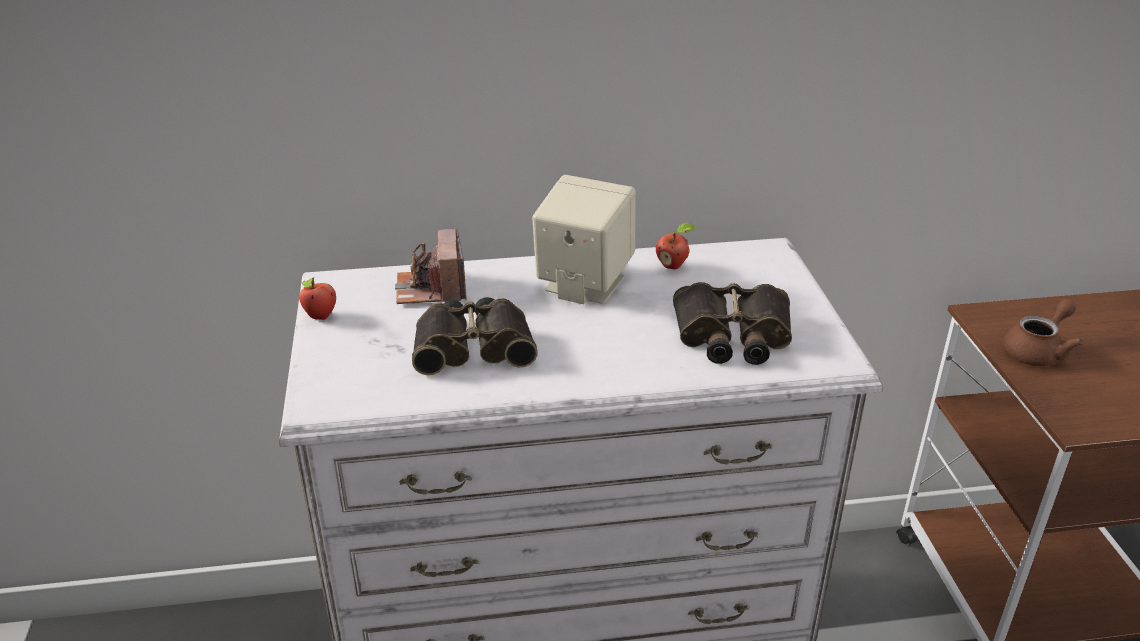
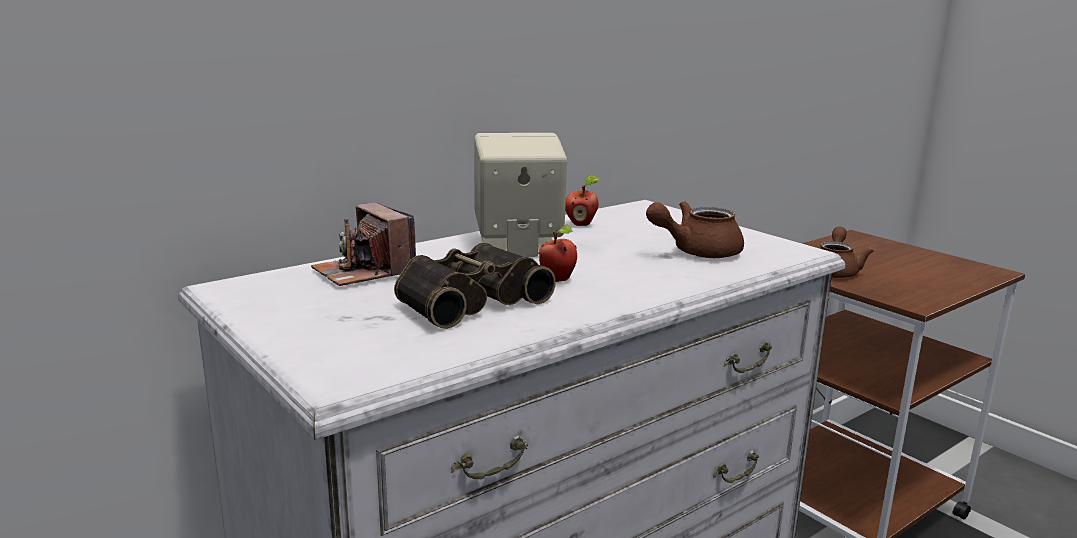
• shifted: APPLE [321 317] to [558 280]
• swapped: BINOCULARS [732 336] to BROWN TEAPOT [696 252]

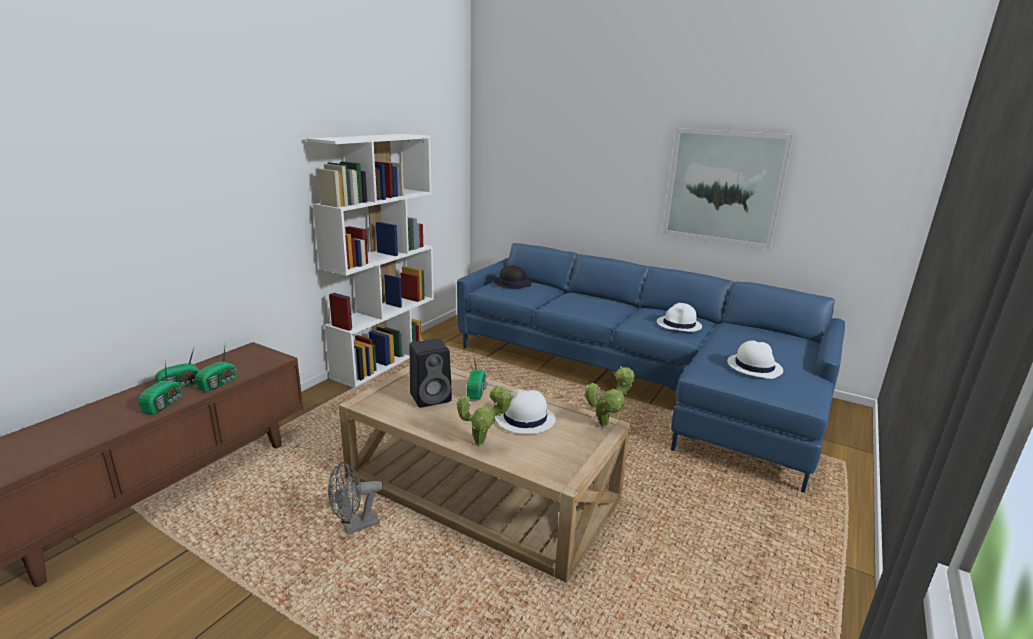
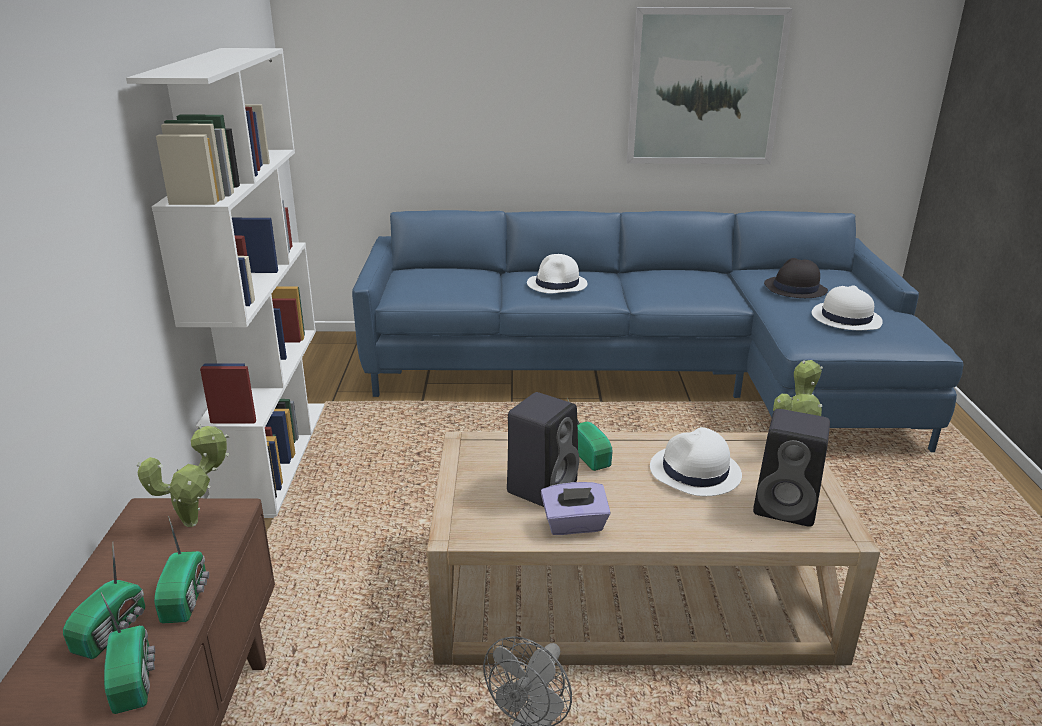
• shifted: BLACK HAT [512 283] to [794 288]
• shifted: WHITE HAT [679 325] to [557 284]
• shifted: POTTED PLANT [483 443] to [196 521]
• new: BLACK SPEAKER [787 507]
• new: PURPLE TISSUE BOX [574 525]

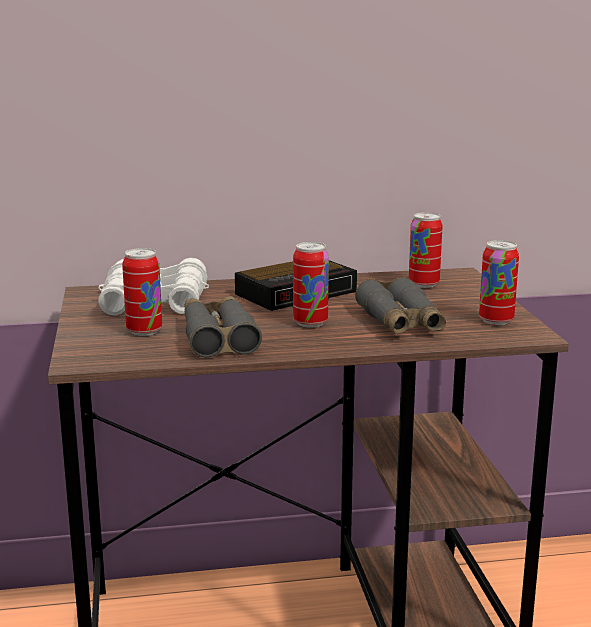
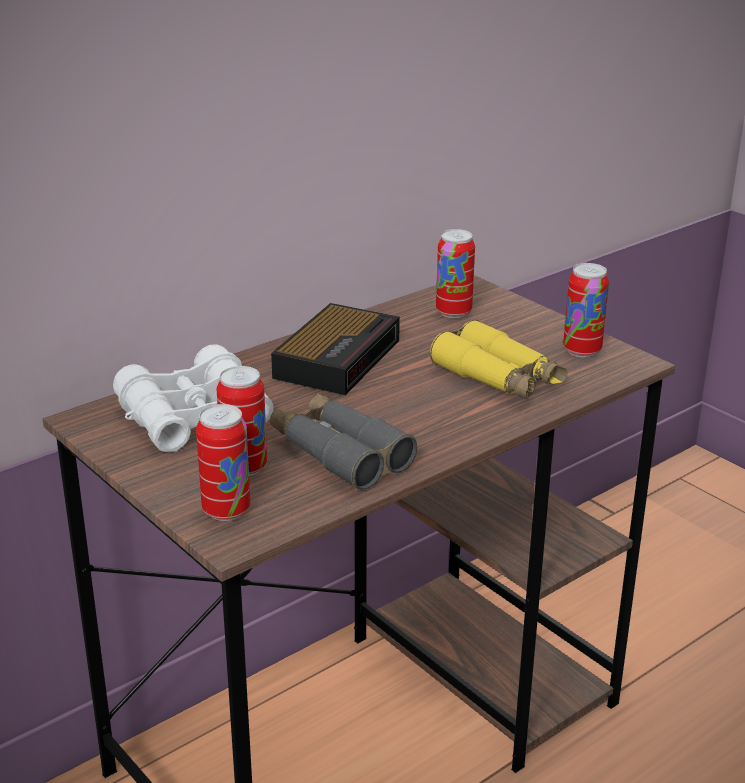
• shifted: CAN [310 323] to [226 510]
• repainted: GREY BINOCULARS [401 323] to YELLOW BINOCULARS [498 378]

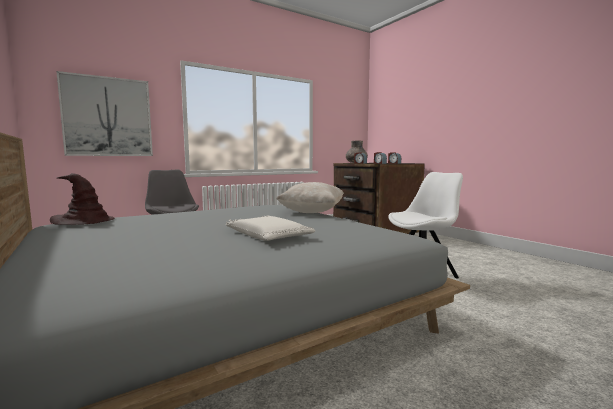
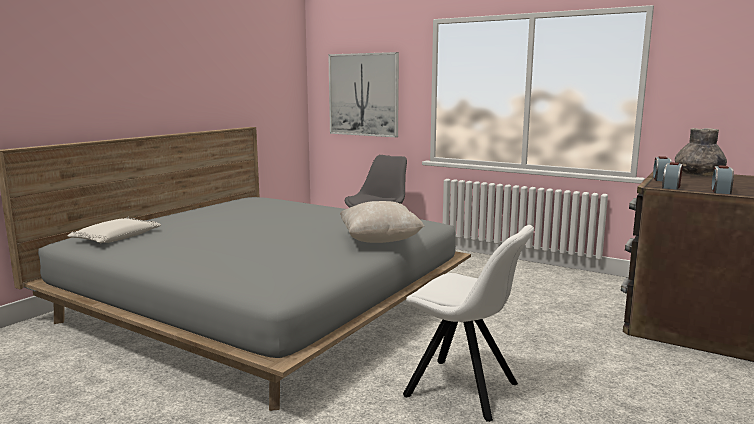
• gone: BROWN HAT [84 221]
• shifted: WHITE PILLOW [268 234] to [116 236]

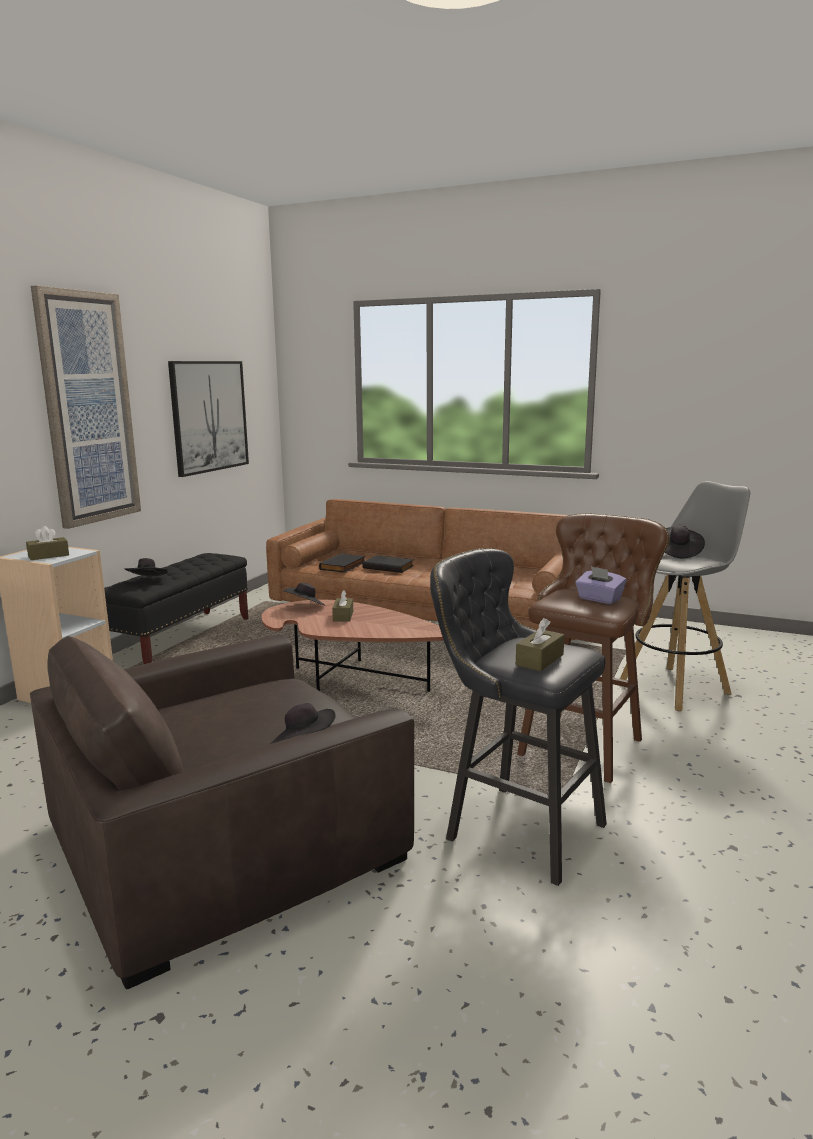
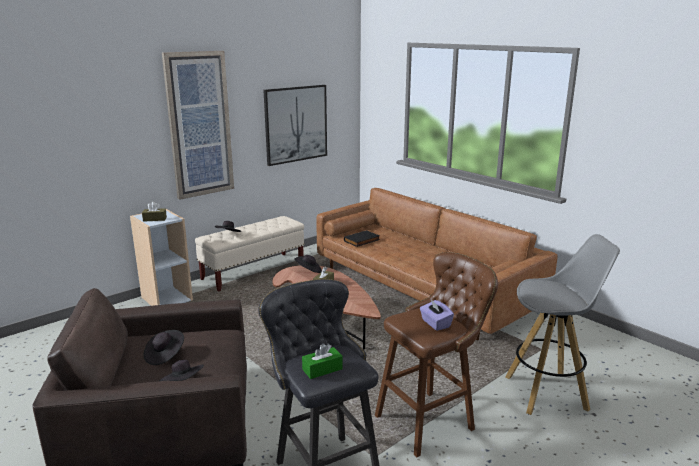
• shifted: BLACK HAT [677 553] to [164 355]
• repainted: BLACK BENCH [181 639] to BEIGE BENCH [254 272]
• gone: BLACK BOOK [389 567]
• repainted: BROWN TISSUE BOX [539 660] to GREEN TISSUE BOX [322 369]

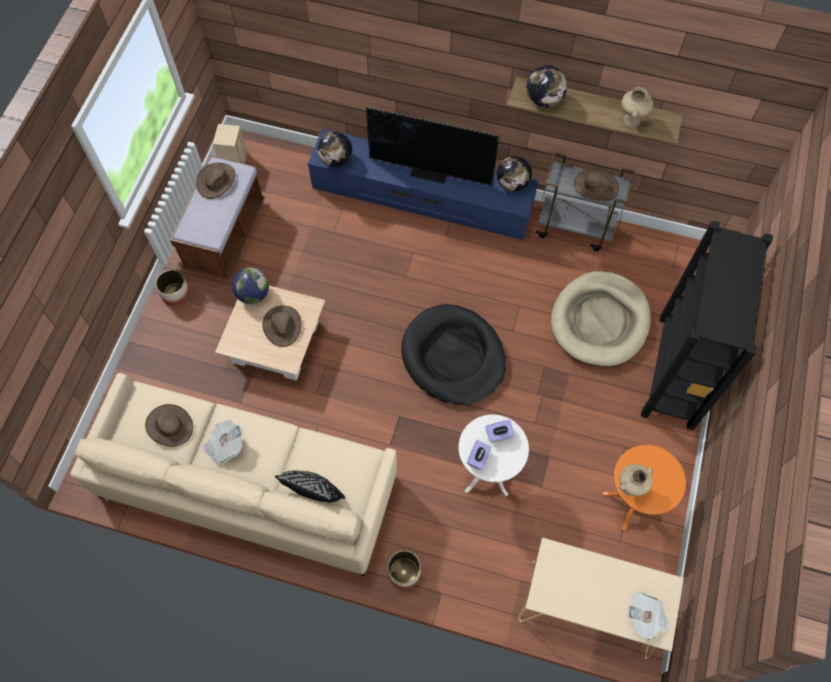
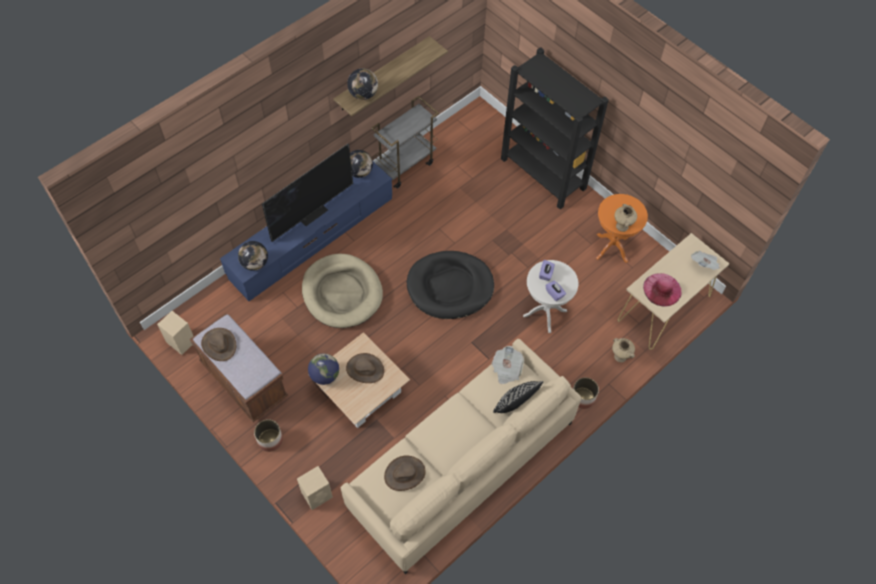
• shifted: BEIGE VASE [631 119] to [619 356]
• gone: BROWN HAT [596 187]
• shifted: BEIGE DOG BED [599 321] to [342 293]
• shifted: NEWSPAPER [224 446] to [506 369]
• new: PINK HAT [662 289]
• new: BEIGE SPEAKER [317 494]

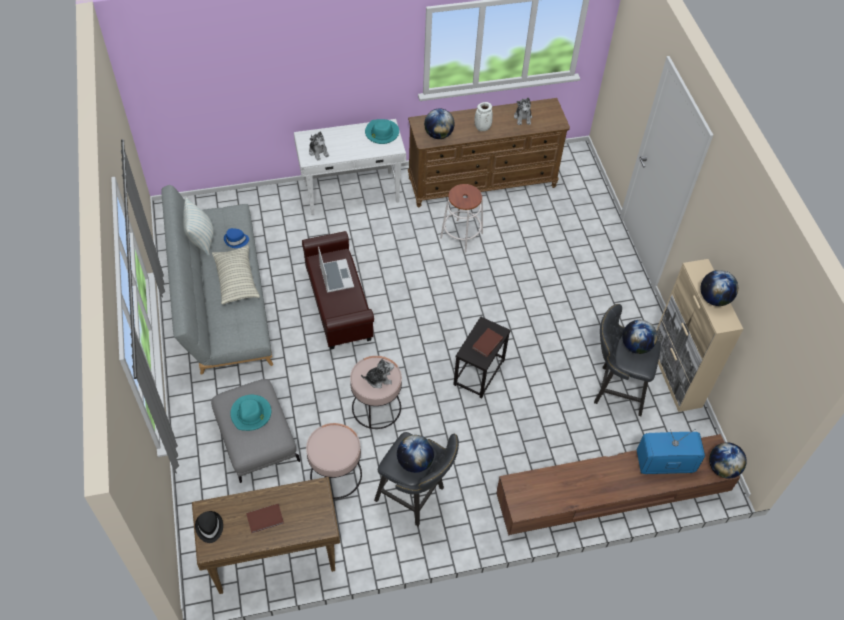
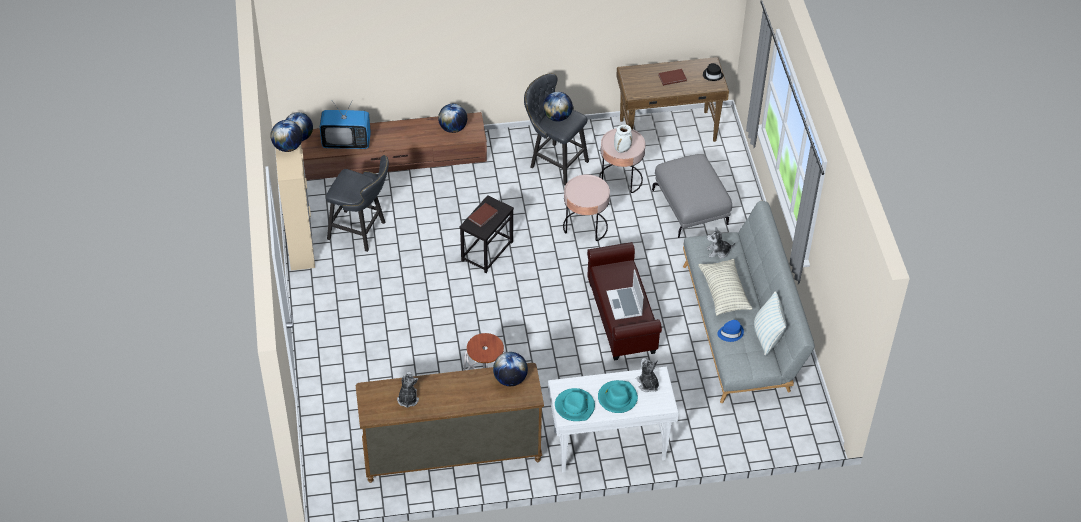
• shifted: WHITE VASE [482 128] to [622 149]
• shifted: GLOBE [636 346] to [453 128]
• shifted: PLUSH TOY [378 379] to [718 251]
• shifted: TURQUOISE HAT [251 414] to [617 398]

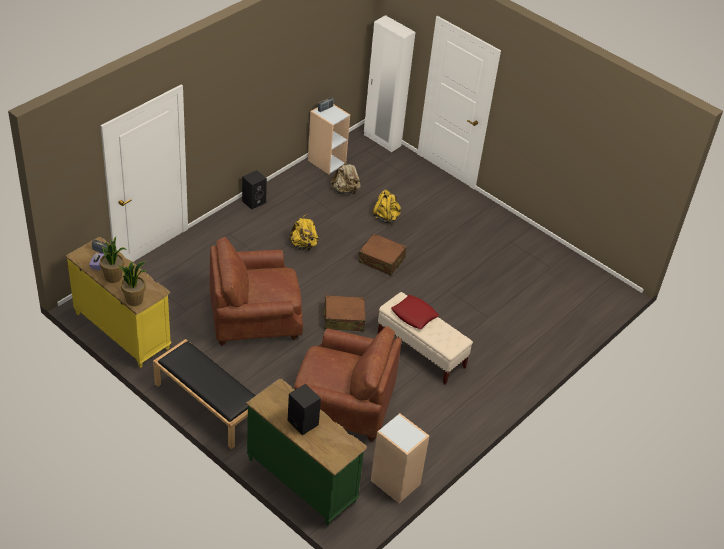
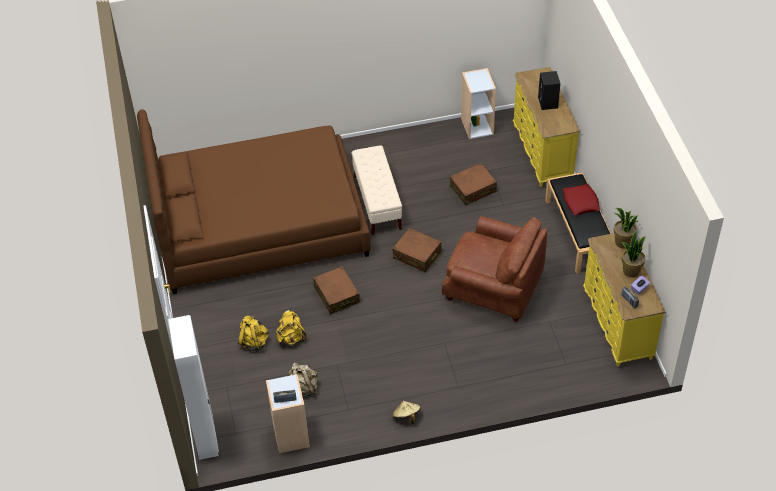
• swapped: BLACK SPEAKER [254 201] to BEIGE HAT [406 416]
• shifted: YELLOW BACKPACK [303 245] to [254 342]
• shifted: RED PILLOW [414 315] to [580 202]
• swapped: BROWN ARMCHAIR [343 405] to BROWN SUITCASE [473 189]
• repainted: GREEN DRESSER [301 480] to YELLOW DRESSER [542 153]
• new: BROWN BED [259 224]

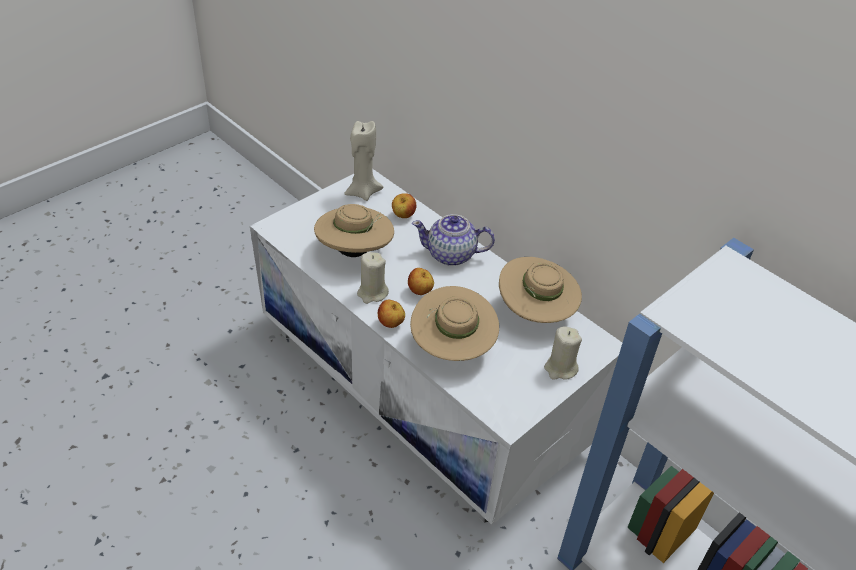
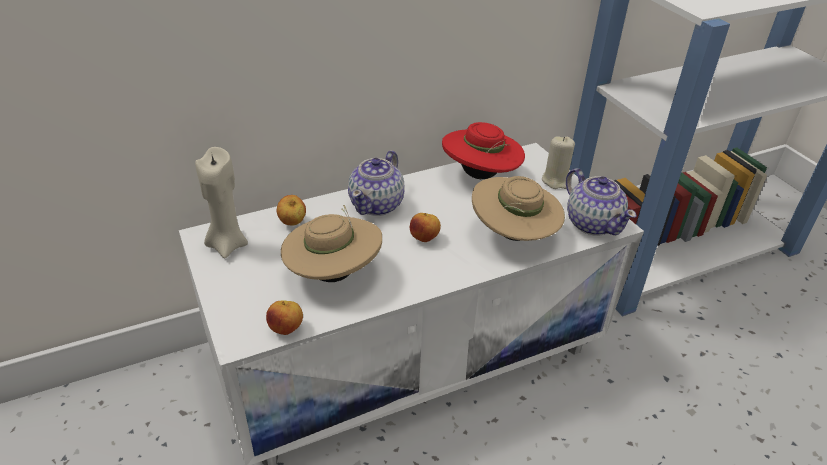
• gone: BEIGE CANDLE [372 293]
• repainted: BEIGE HAT [535 312] to RED HAT [480 175]
• shifted: APPLE [391 324] to [286 329]
• new: TEAPOT [593 223]

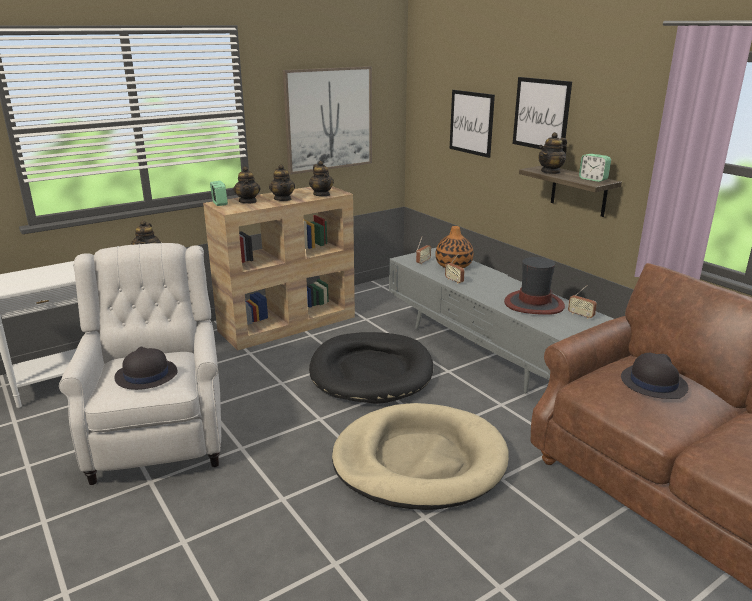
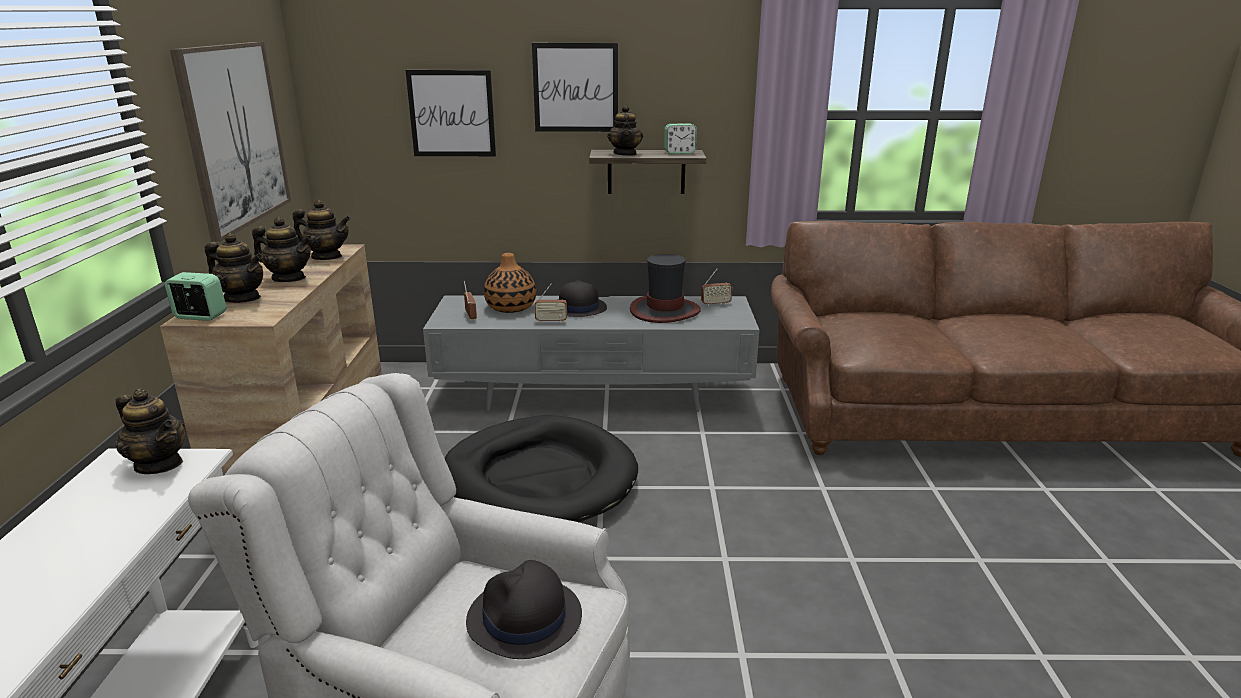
• shifted: BLACK HAT [653 383] to [578 308]
• gone: BEIGE DOG BED [419 461]

